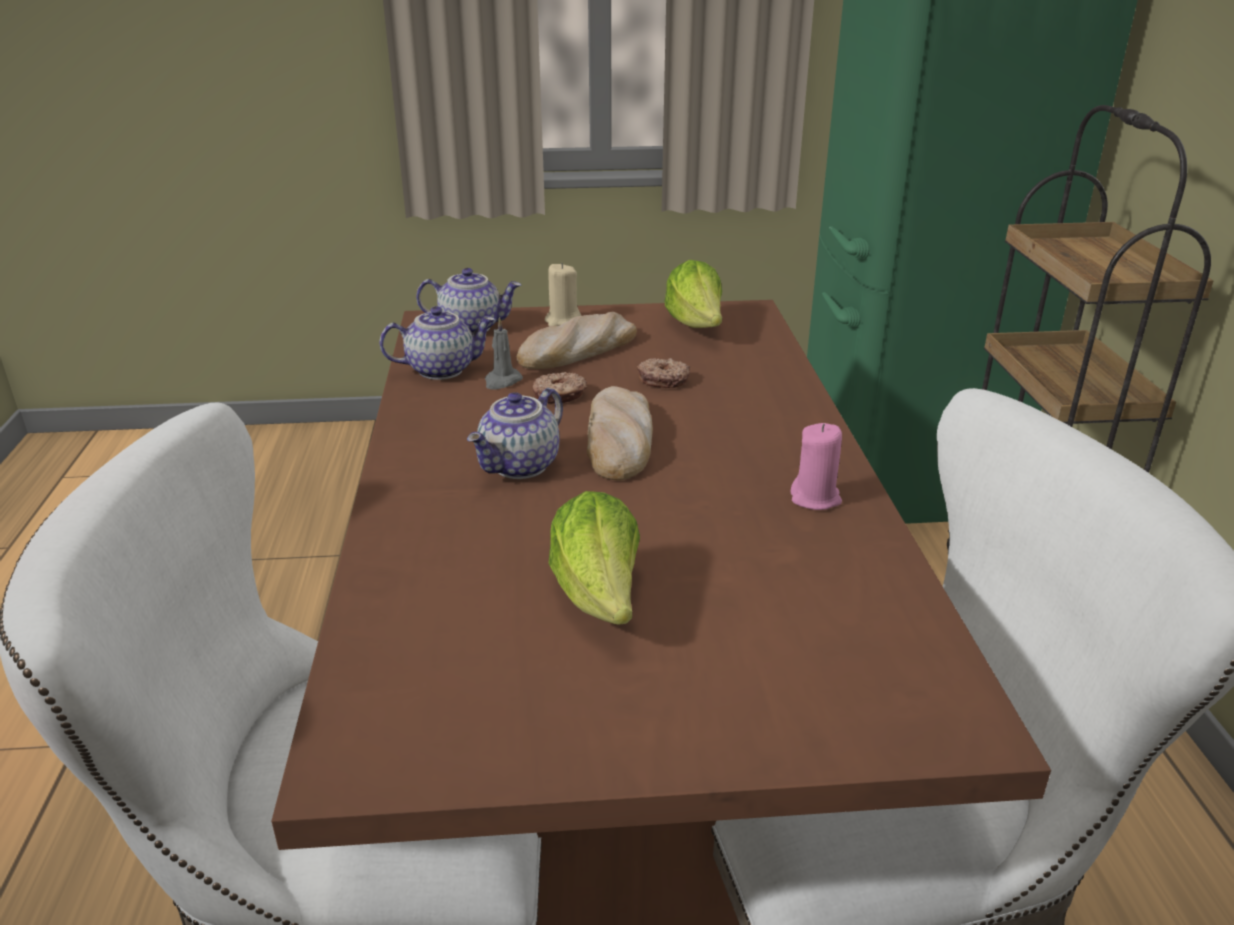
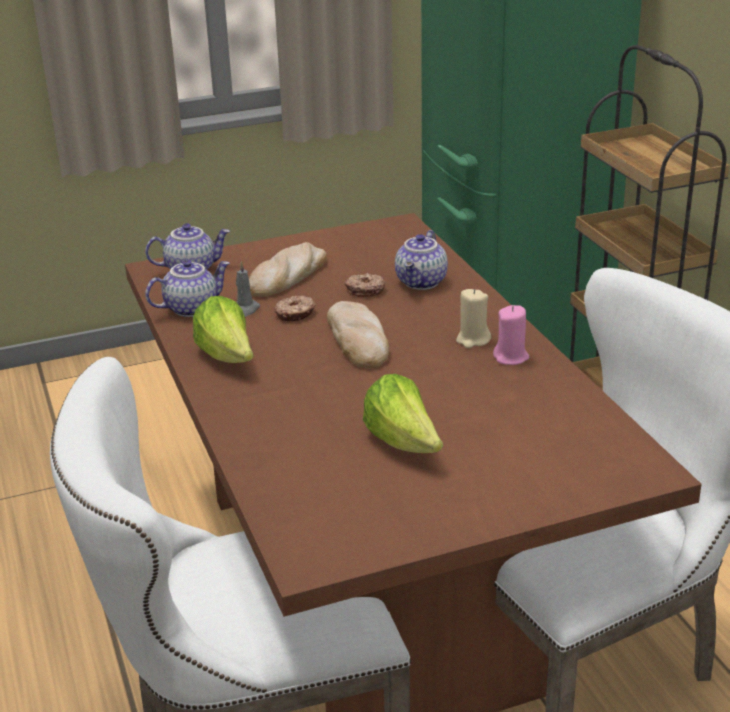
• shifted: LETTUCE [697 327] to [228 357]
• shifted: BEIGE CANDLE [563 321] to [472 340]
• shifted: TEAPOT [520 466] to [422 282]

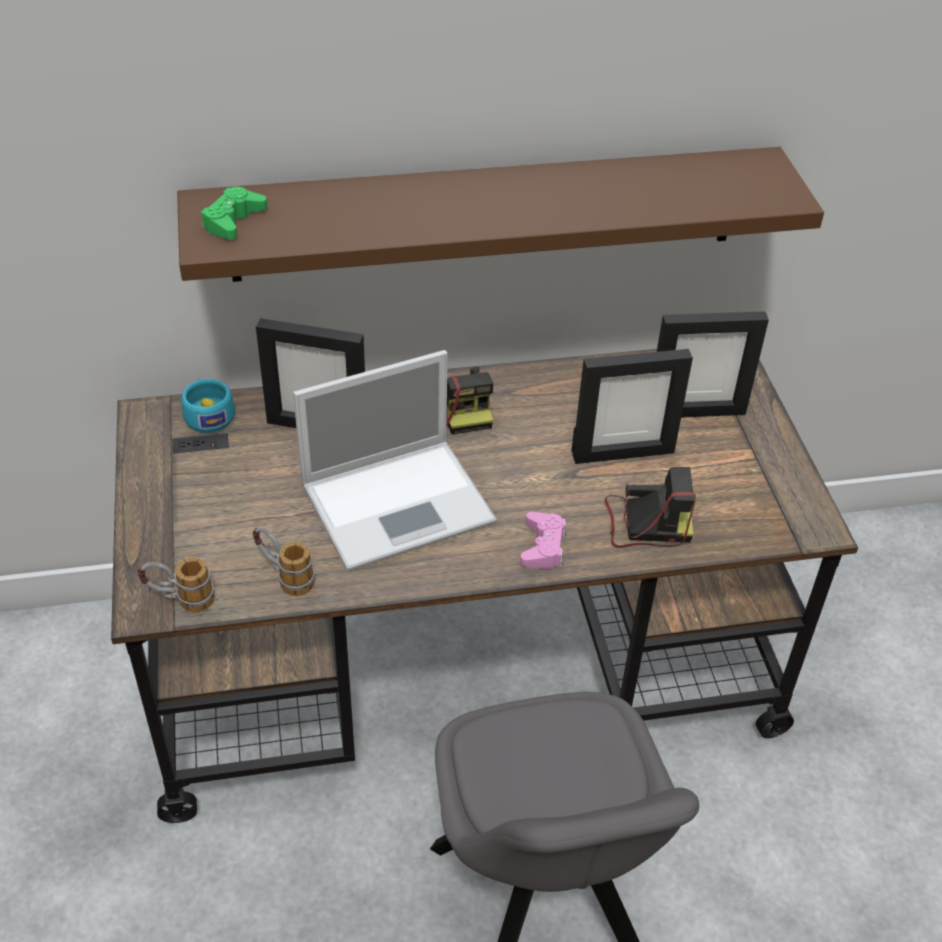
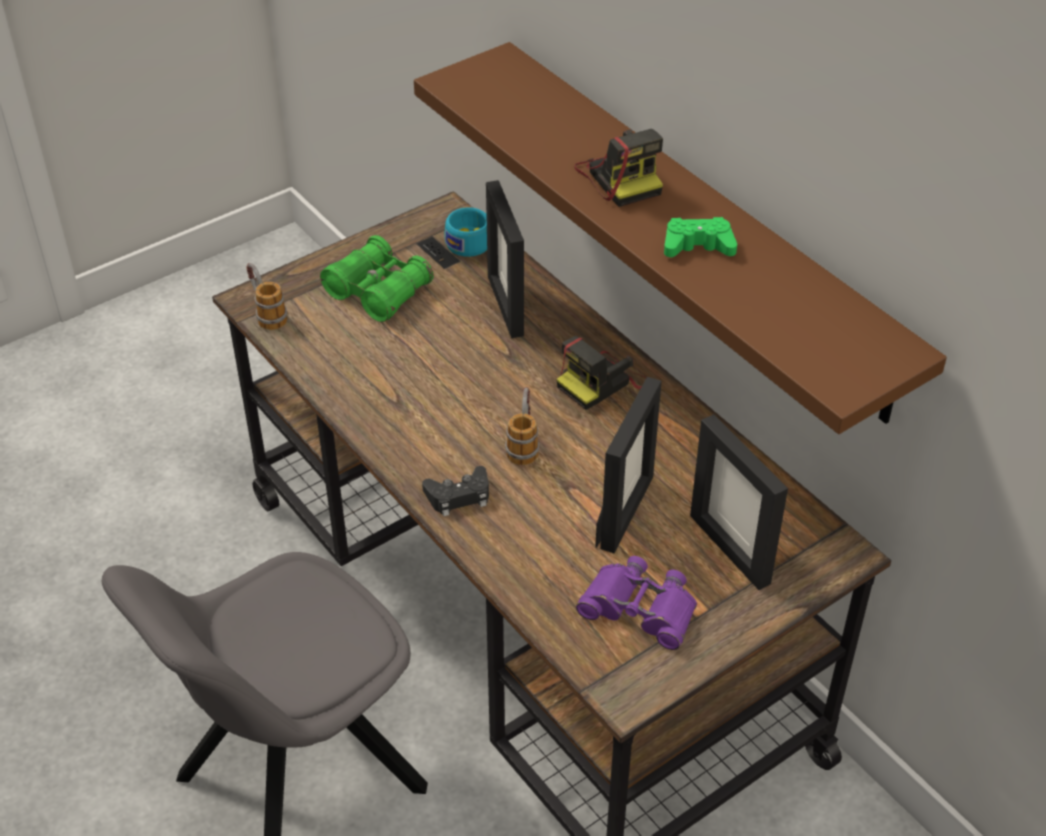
• shifted: GREEN GAME CONTROLLER [233 221] to [697 246]
• rotated: PICTURE FRAME [622 452] = [624 511] 120 degrees counterclockwise
• gone: LAPTOP [400 502]
• shifted: PHOTO CAMERA [645 524] to [620 177]
• repainted: PINK GAME CONTROLLER [543 546] to BLACK GAME CONTROLLER [459 496]
• shifted: MUG [284 577] to [523 443]
• new: GREEN BINOCULARS [378 291]
• new: PURPLE BINOCULARS [639 609]

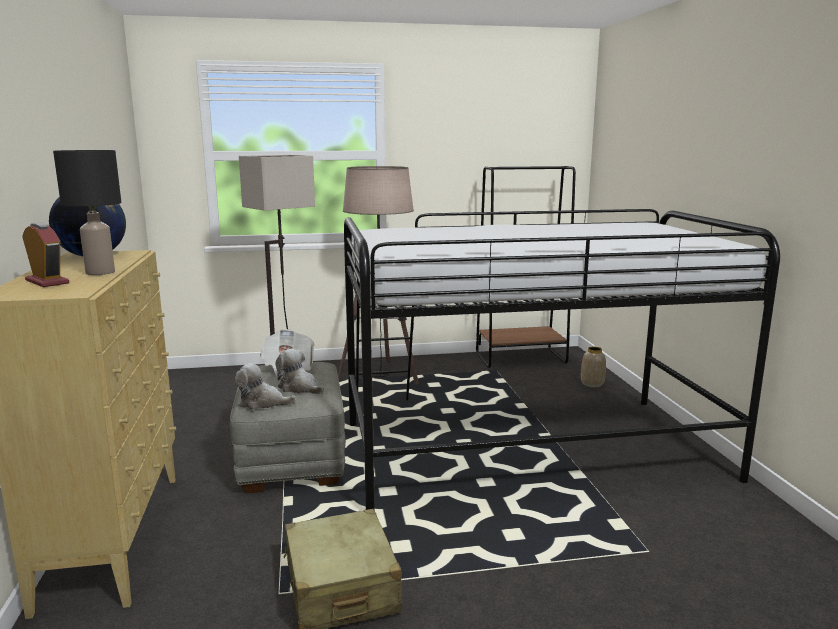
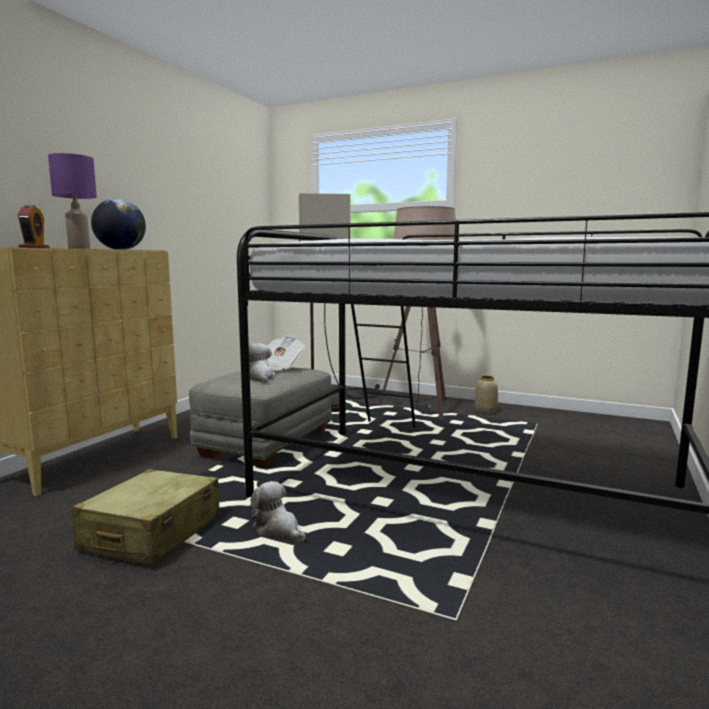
• repainted: BLACK TABLE LAMP [101 272] to PURPLE TABLE LAMP [79 248]
• gone: CLOTHES RACK [520 359]
• shifted: VASE [592 384] to [486 411]
• shifted: PLUSH TOY [262 403] to [278 530]

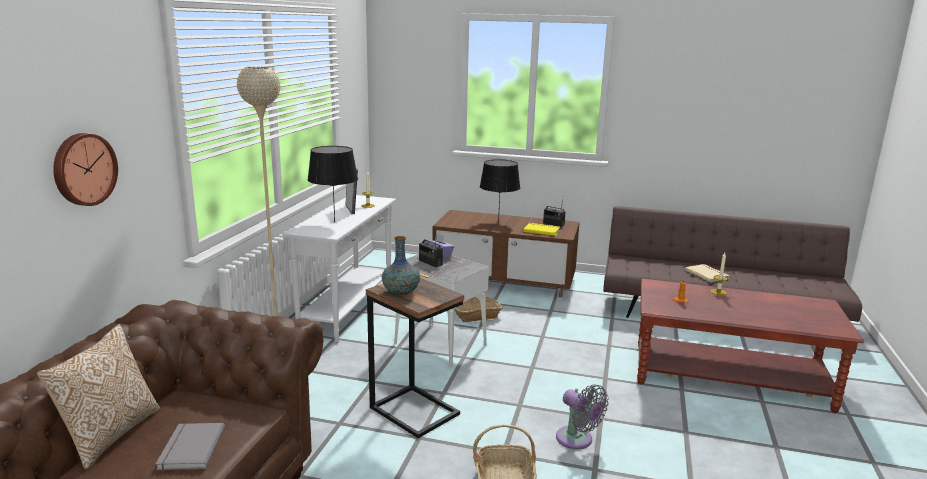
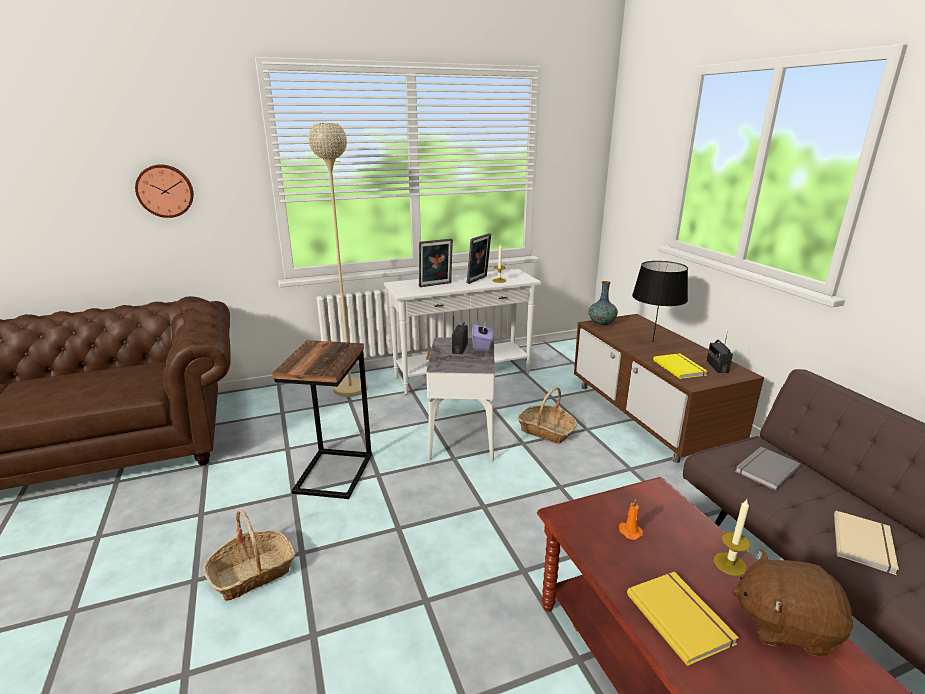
• swapped: BLACK TABLE LAMP [334 222] to PICTURE FRAME [436 285]
• shifted: VASE [401 292] to [601 323]
• gone: PILLOW [109 435]
• gone: GREY FAN [577 440]
• shifted: GREY BOOK [189 448] to [765 469]
• new: BROWN PLUSH TOY [784 624]
• new: YELLOW BOOK [681 617]

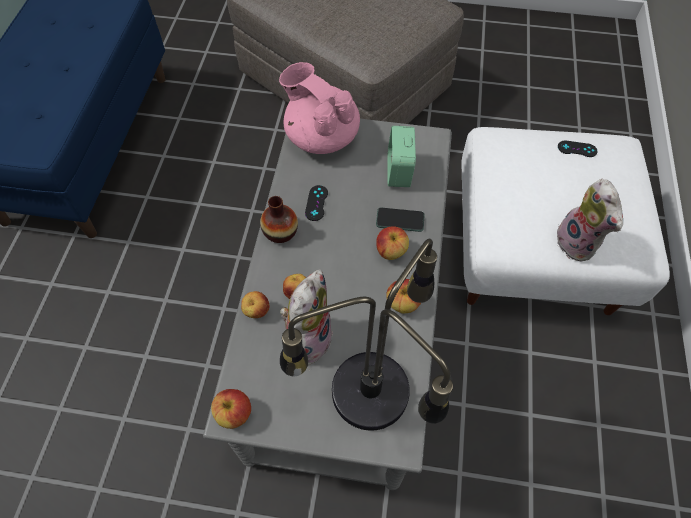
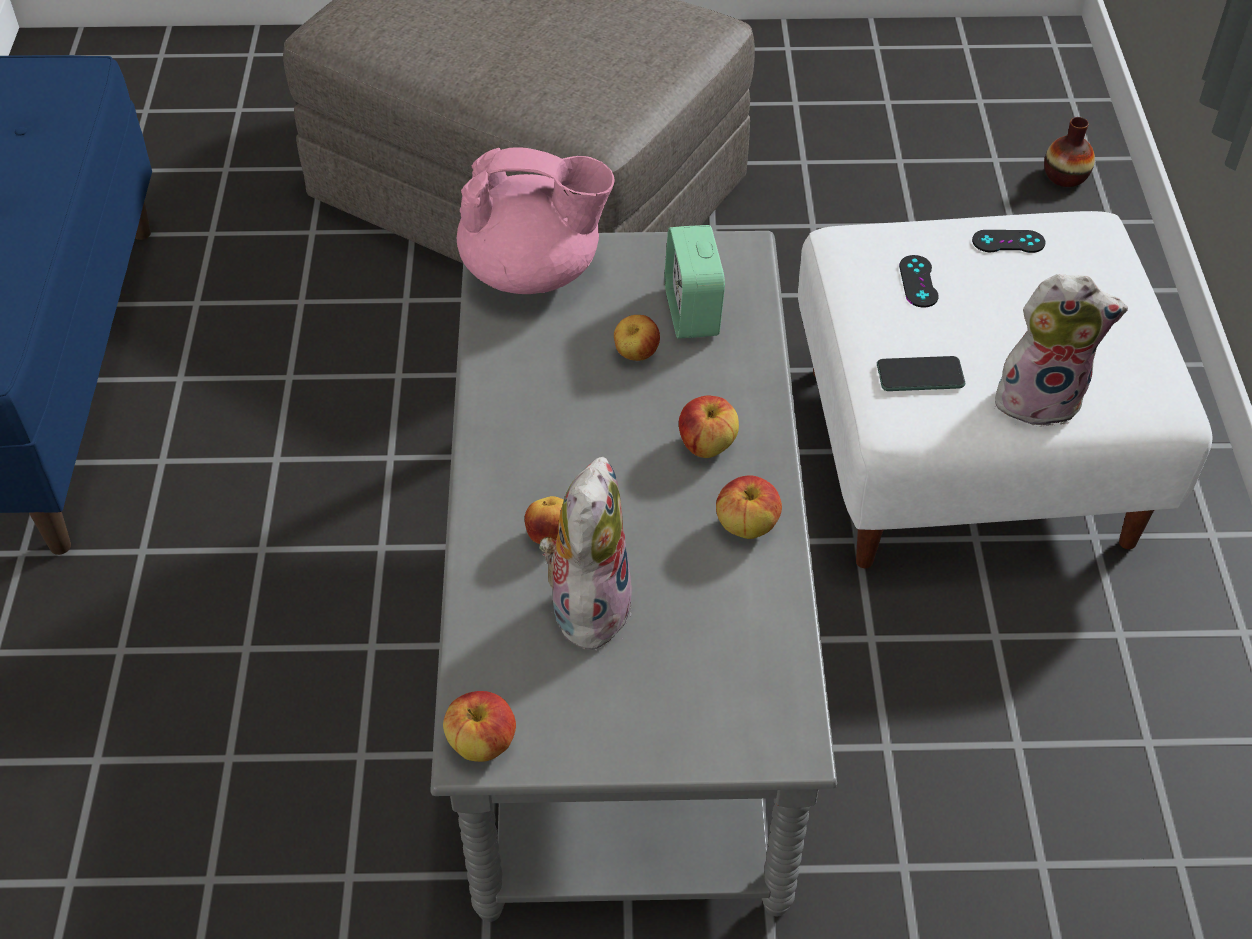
• rotated: PINK TEAPOT [321 136] = [533 272] 150 degrees clockwise
• rotated: PLUSH TOY [578 243] = [1040 398] 60 degrees counterclockwise
• shifted: BLACK GAME CONTROLLER [316 203] to [918 281]
• shifted: VASE [280 231] to [1065 176]
• shifted: PHONE [400 220] to [920 375]
• gone: TABLE LAMP [370 393]
• shifted: APPLE [256 311] to [636 355]

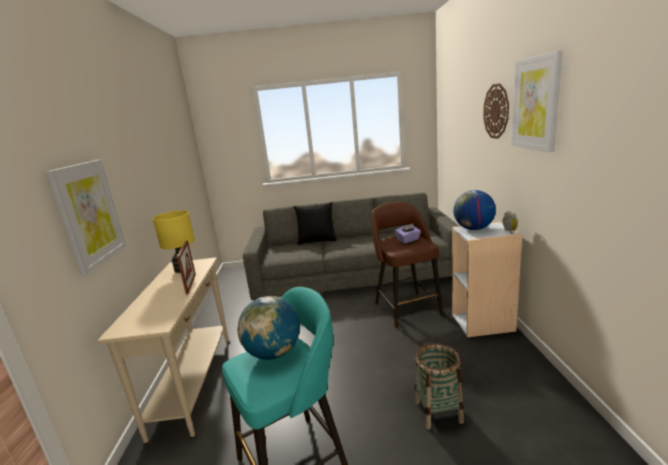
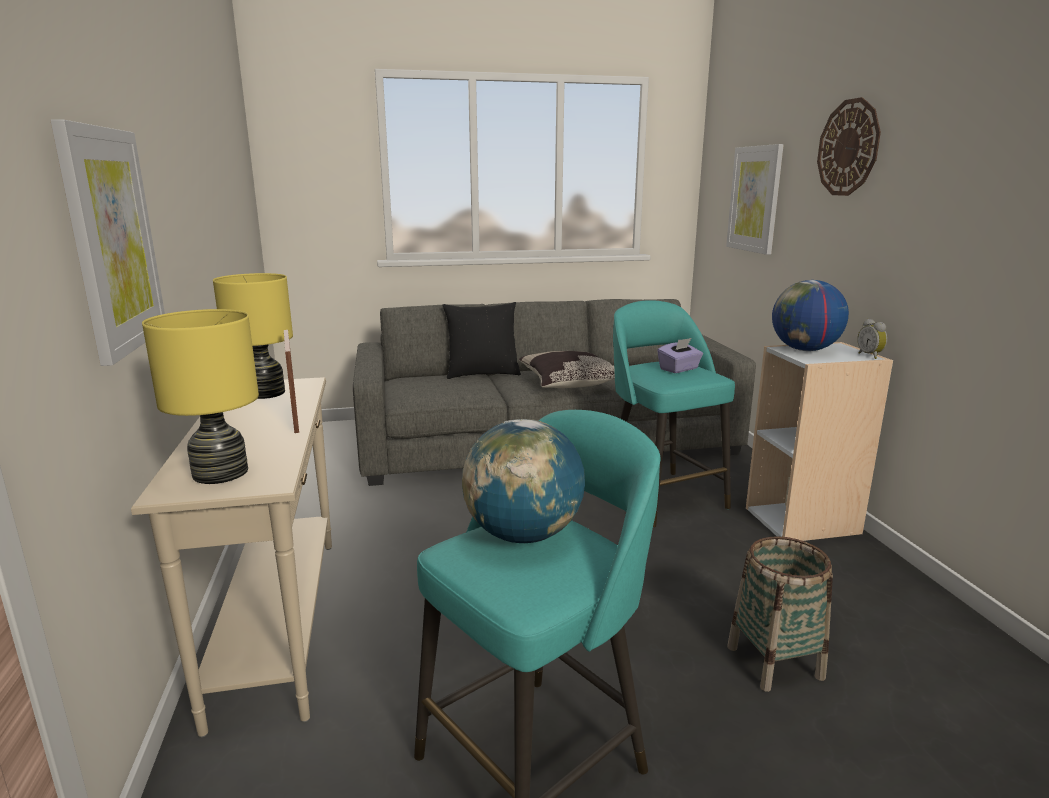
• shifted: PICTURE [536 103] to [754 199]
• repainted: BROWN STOOL [406 308] to TURQUOISE STOOL [661 496]
• new: YELLOW TABLE LAMP [221 473]
• new: PILLOW [570 383]

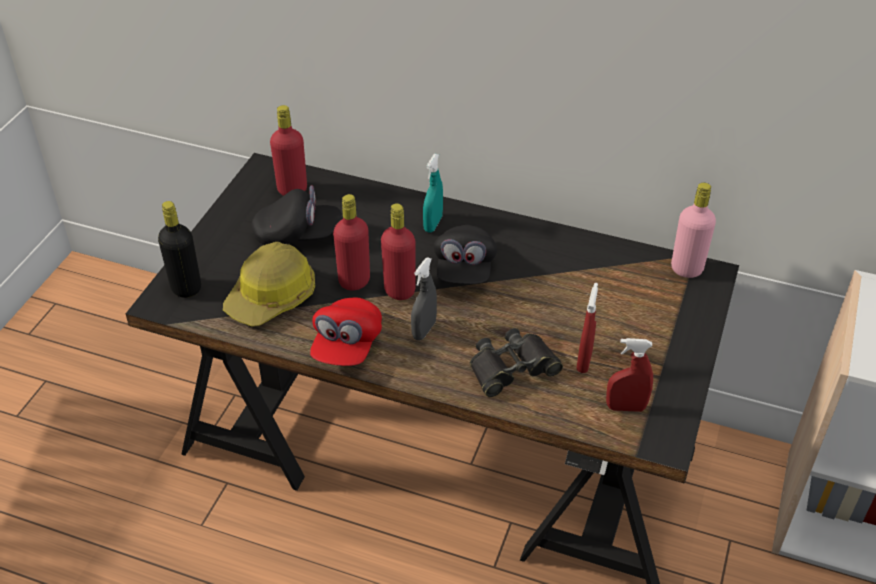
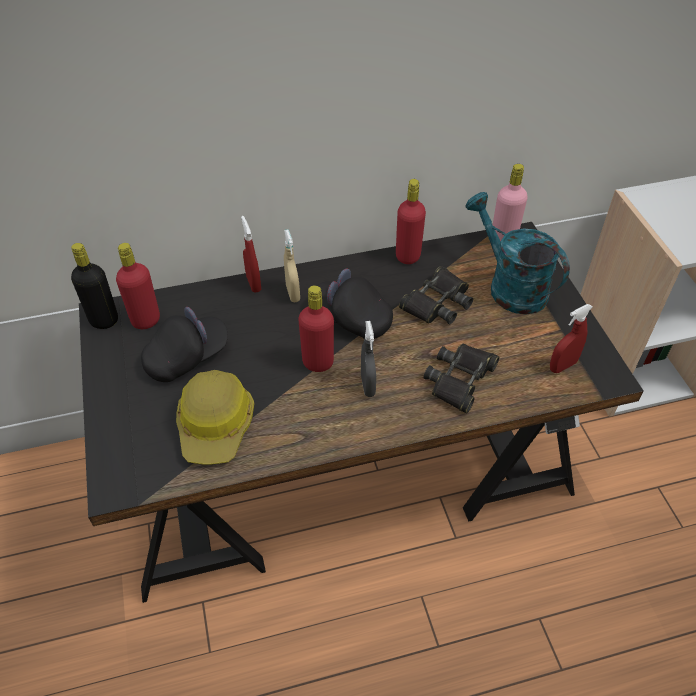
• repainted: TURQUOISE SPRAY BOTTLE [433 224] to BEIGE SPRAY BOTTLE [293 293]
• shifted: RED BOTTLE [354 281] to [408 256]
• shifted: BLACK BOTTLE [186 288] to [104 320]
• rotated: BLACK CAP [464 269] = [351 318] 150 degrees clockwise
• shifted: RED SPRAY BOTTLE [584 361] to [253 283]
• gone: RED CAP [347 345]
• new: TURQUOISE WATERING CAN [509 286]
• new: BLACK BINOCULARS [437 302]

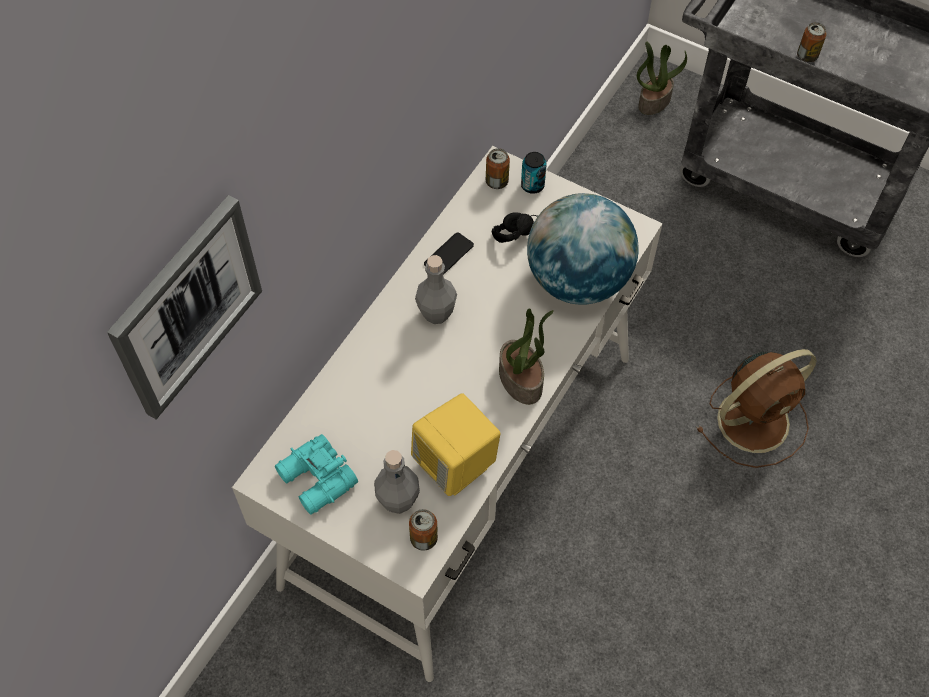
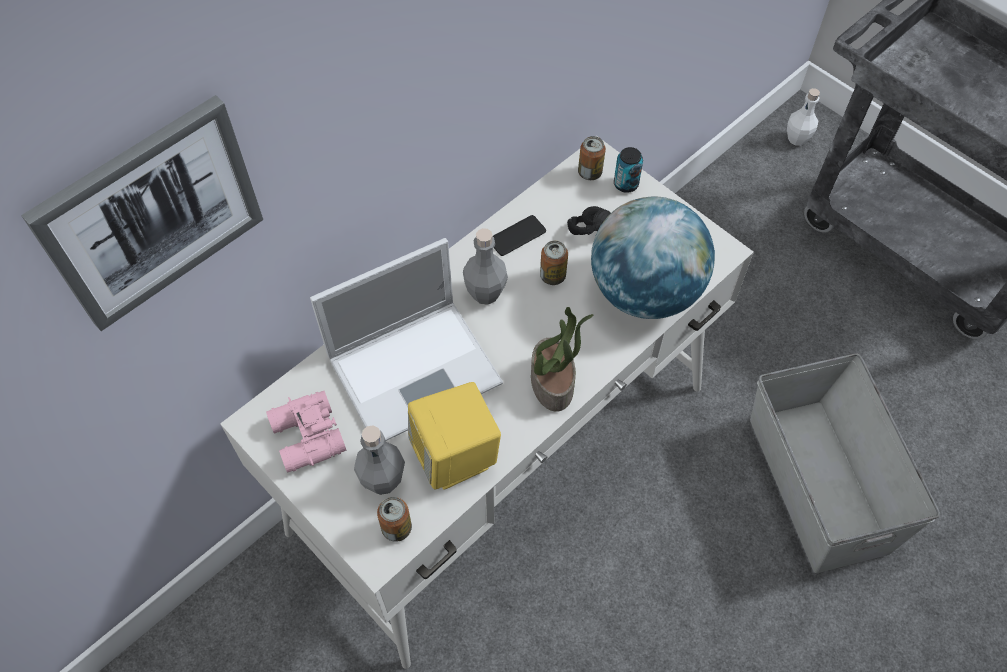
• shifted: CAN [807 56] to [552 276]
• swapped: POTTED PLANT [654 101] to WHITE BOTTLE [797 139]
• swapped: BROWN FAN [756 419] to GREY STORAGE BOX [818 482]
• repainted: TURQUOISE BINOCULARS [316 481] to PINK BINOCULARS [306 438]
• new: LAPTOP [417 369]

